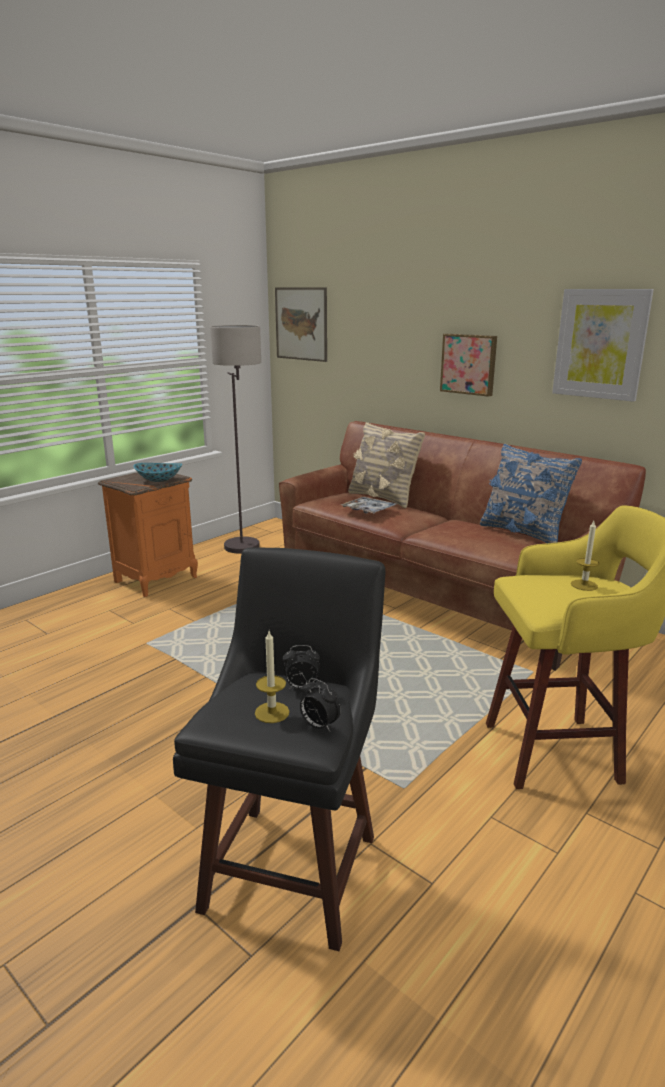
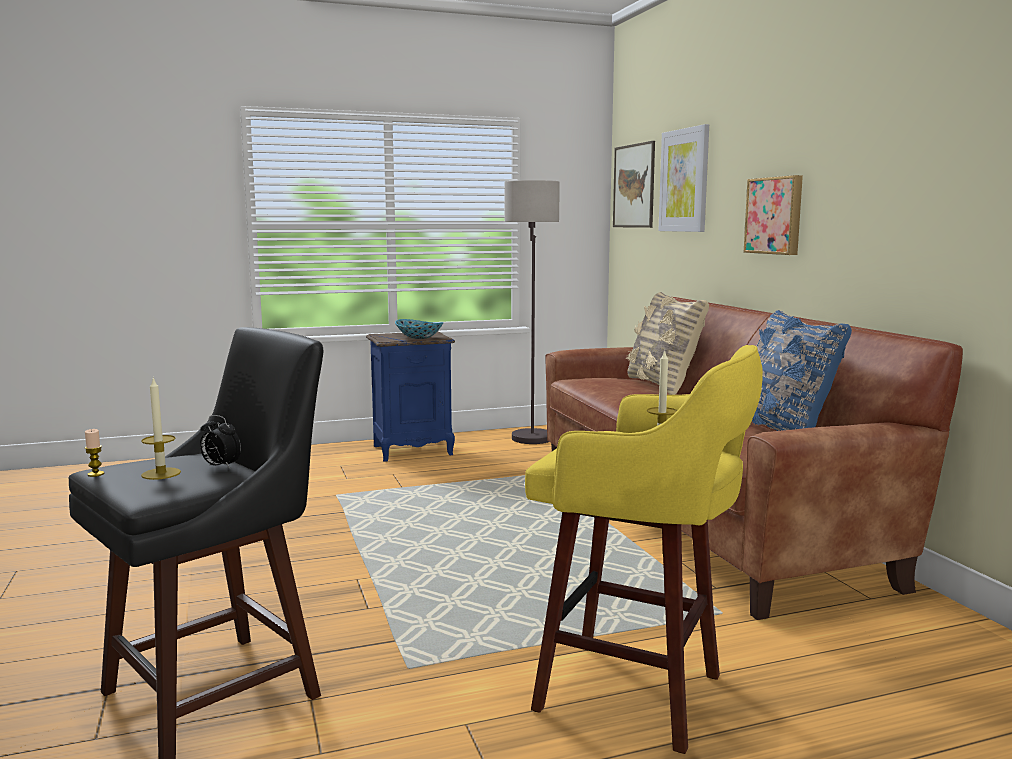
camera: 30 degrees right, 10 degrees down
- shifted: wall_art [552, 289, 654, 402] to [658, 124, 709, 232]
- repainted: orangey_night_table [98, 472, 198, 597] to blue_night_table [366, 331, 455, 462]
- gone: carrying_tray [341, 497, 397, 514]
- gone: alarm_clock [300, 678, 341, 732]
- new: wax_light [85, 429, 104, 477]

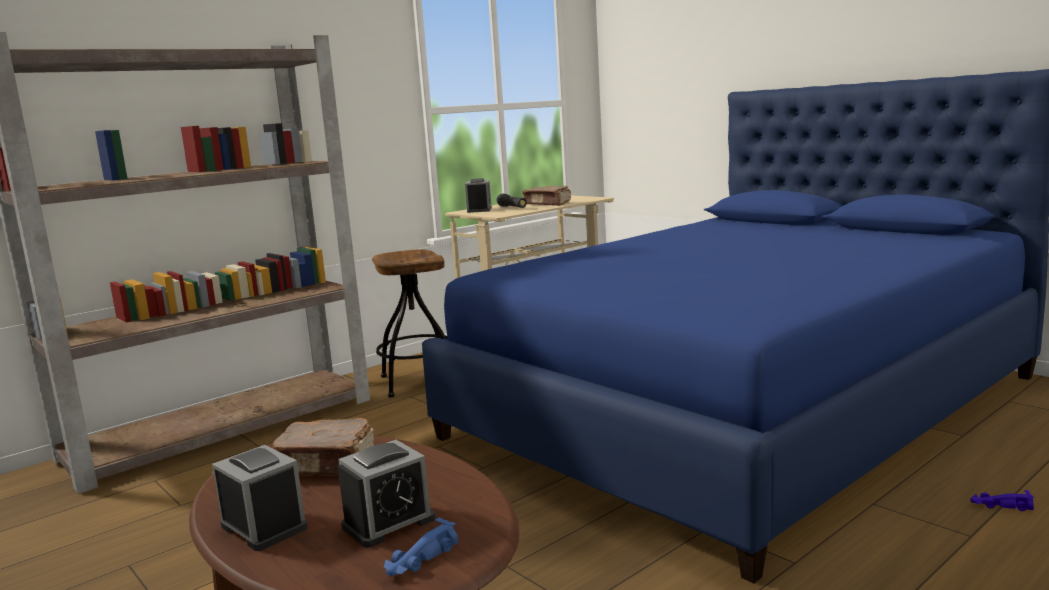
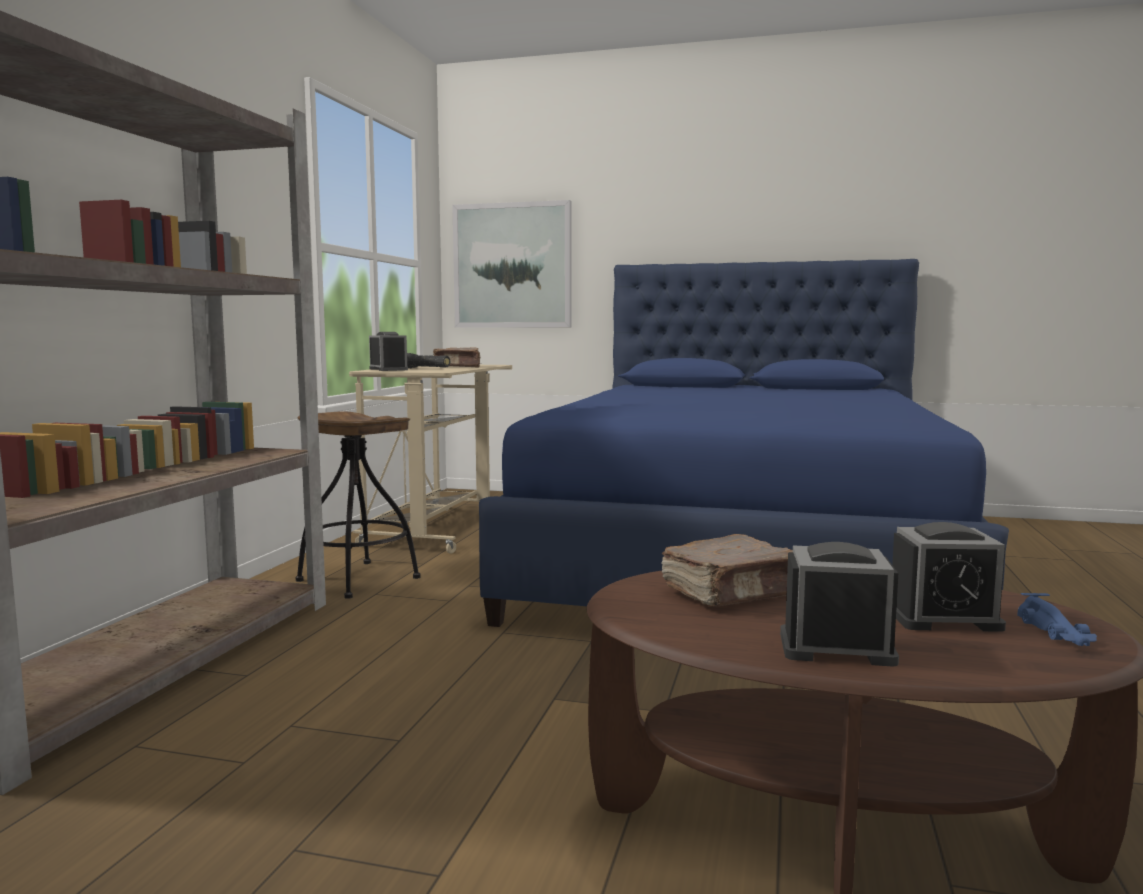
camera: 35 degrees left, 5 degrees down
- rotated: alarm_clock [338, 440, 435, 548] = [892, 522, 1006, 632] 75 degrees clockwise
- gone: purplish_model_car [970, 490, 1034, 511]
- new: wall_art [452, 200, 571, 327]

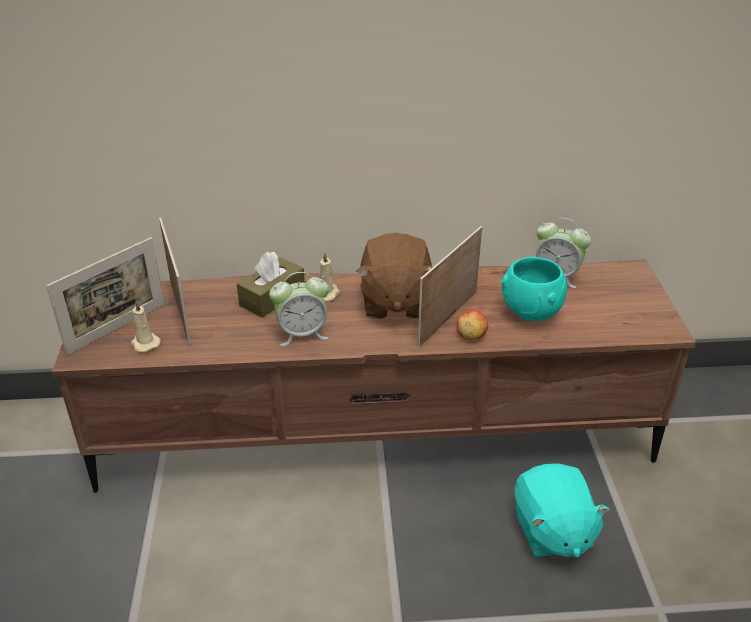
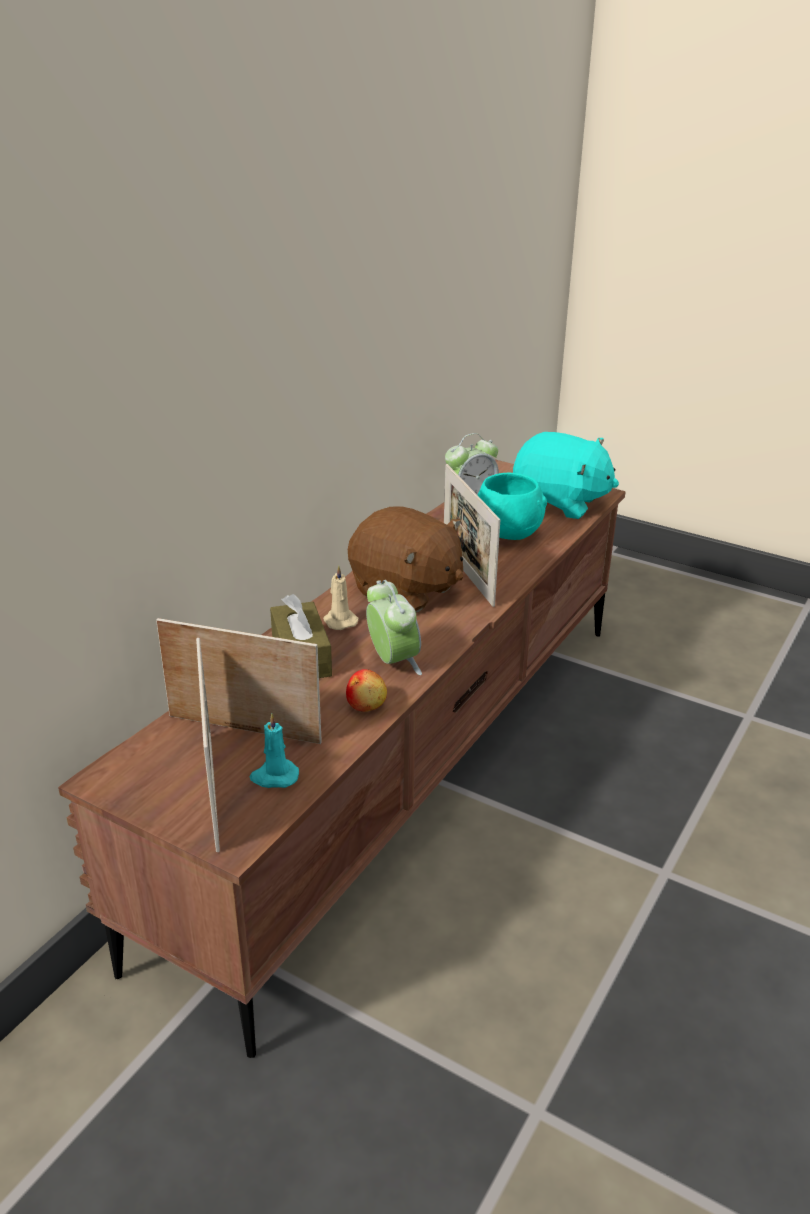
camera: 55 degrees left, 5 degrees down
- rotated: alarm_clock [269, 272, 329, 346] = [366, 580, 422, 675] 45 degrees counterclockwise
- repainted: sand-coloured_wax_light [131, 300, 161, 352] to turquoise_wax_light [249, 713, 299, 788]
- shifted: whole_apple [457, 310, 488, 340] to [346, 669, 387, 712]
- shifted: turquoise_cuddly_toy [515, 463, 610, 558] to [513, 432, 619, 519]

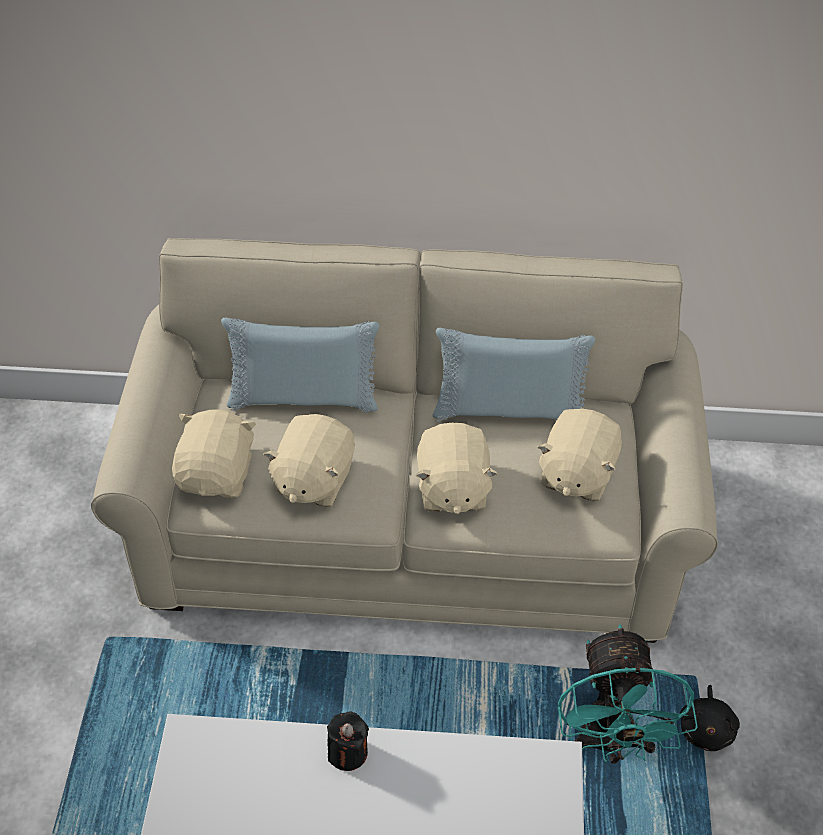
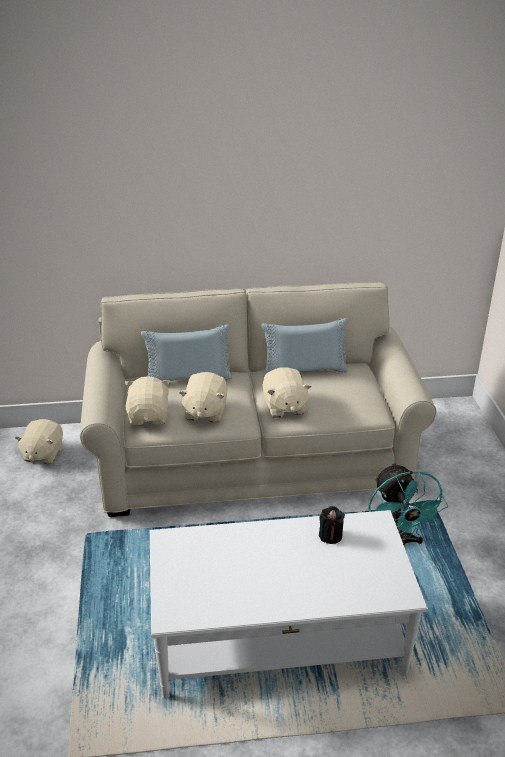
camera: 10 degrees left, 15 degrees down
- shifted: sand-coloured_cuddly_toy [537, 408, 622, 501] to [15, 419, 63, 464]
- gone: black_cuddly_toy [680, 685, 740, 751]
- shifted: black_wax_light [327, 711, 369, 771] to [319, 506, 345, 544]

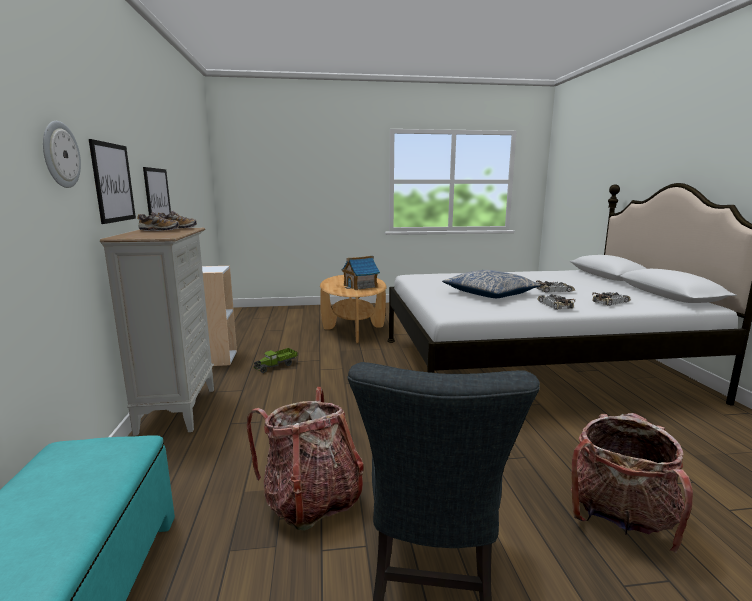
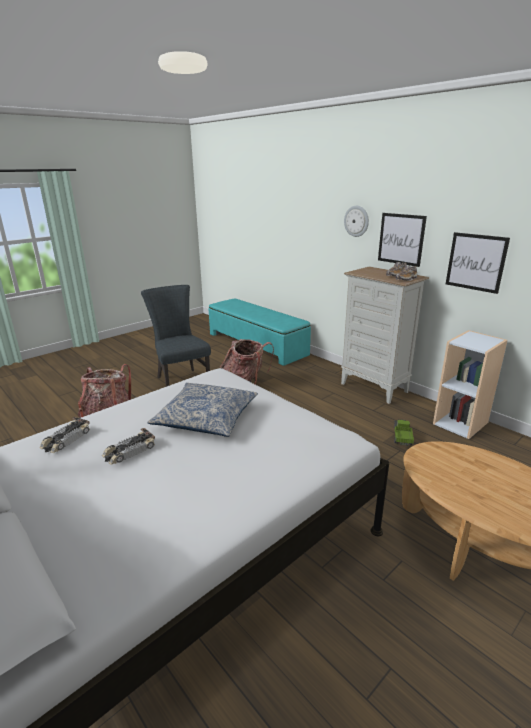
camera: 145 degrees right, 10 degrees up
- gone: toy_house [341, 256, 380, 290]
- gone: model_car [537, 294, 575, 309]

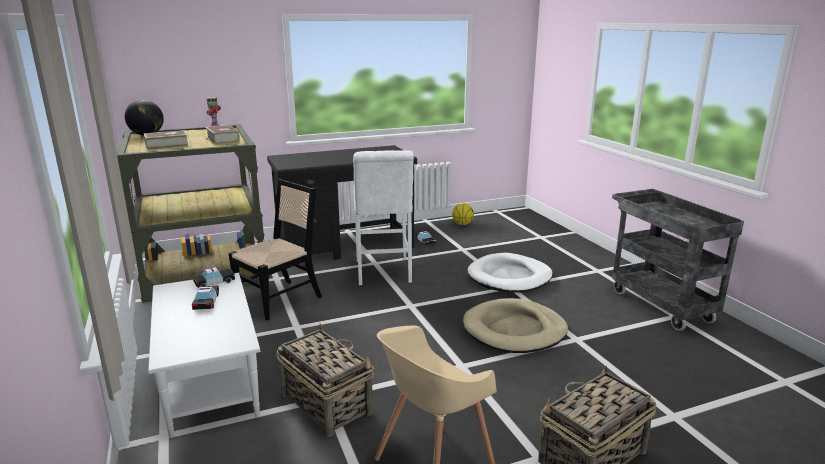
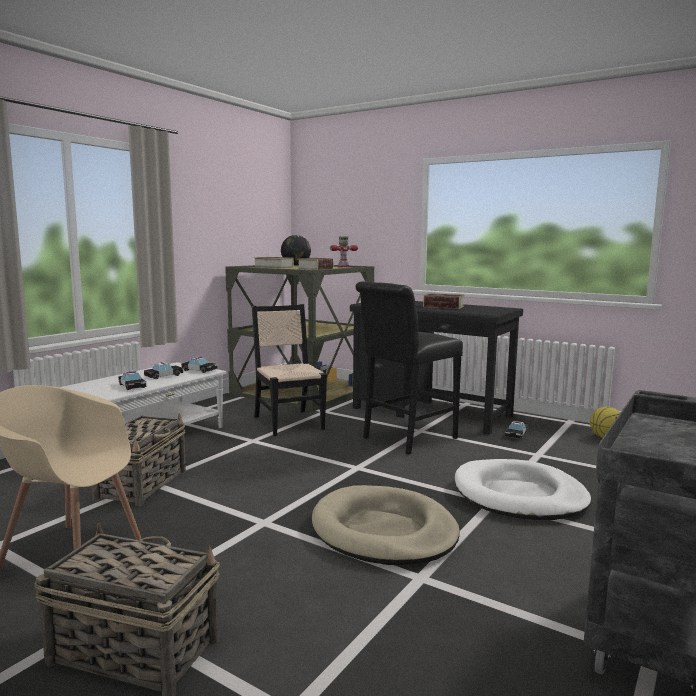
camera: 55 degrees right, 10 degrees down
- repainted: white_stool_seat [353, 150, 414, 285] to black_stool_seat [356, 281, 463, 455]
- rotated: plain_chair [228, 179, 322, 321] = [252, 304, 327, 436] 120 degrees counterclockwise
- new: bound_book [423, 293, 465, 309]
- new: model_car [118, 371, 146, 390]

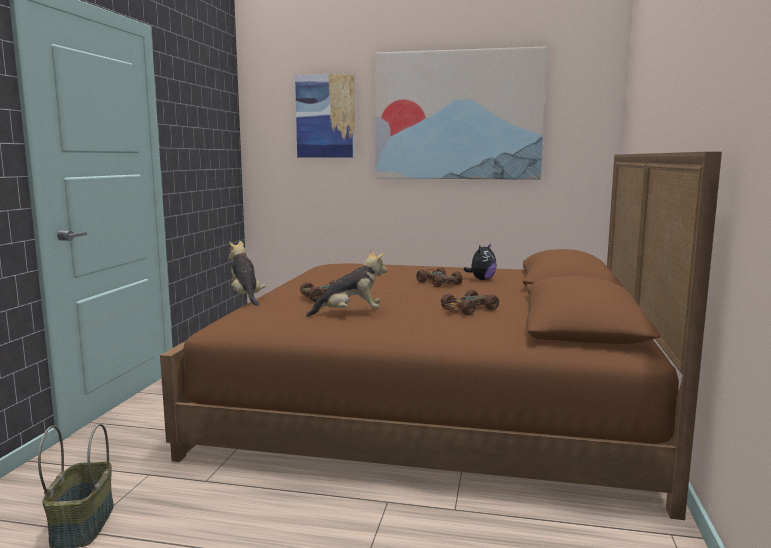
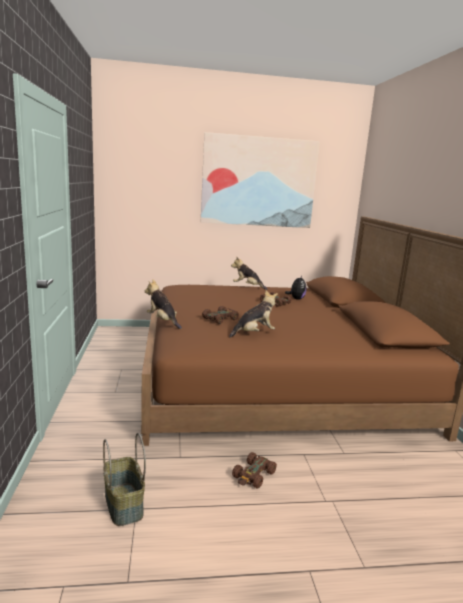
camera: 20 degrees left, 5 degrees up
- gone: wall_art [295, 74, 355, 157]
- shifted: brownish_model_car [441, 290, 499, 315] to [232, 452, 277, 489]
- new: cuddly_toy [231, 257, 267, 290]

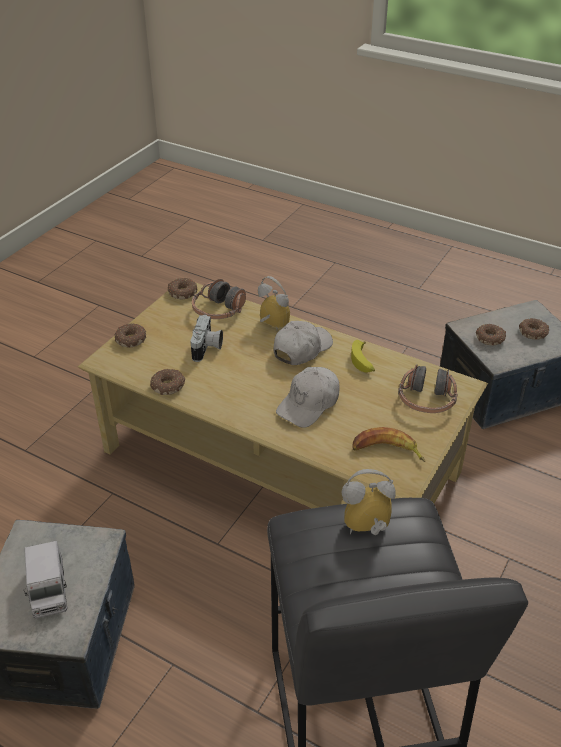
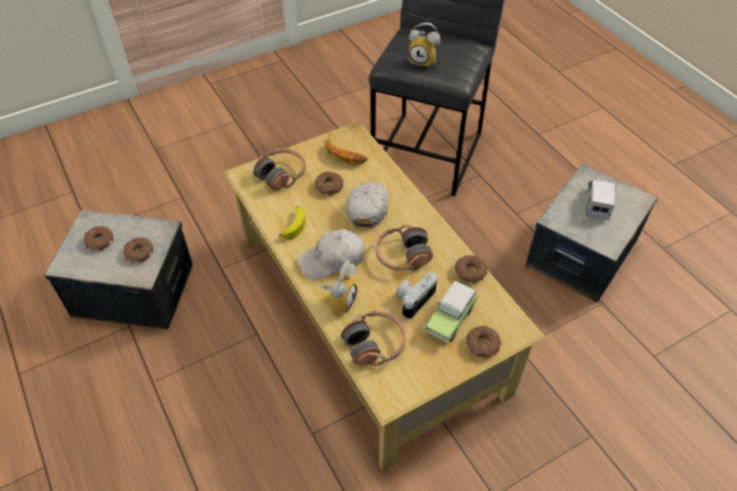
camera: 150 degrees left, 10 degrees up
- rotated: alarm_clock [258, 276, 290, 329] = [320, 260, 357, 313] 135 degrees counterclockwise
- shifted: ring_doughnut [168, 278, 197, 299] to [315, 171, 344, 195]
- rotated: white_cap [276, 367, 340, 428] = [346, 181, 389, 227] 60 degrees counterclockwise
- new: pair_of_headphones [375, 225, 433, 271]
- new: model_car [425, 281, 478, 344]

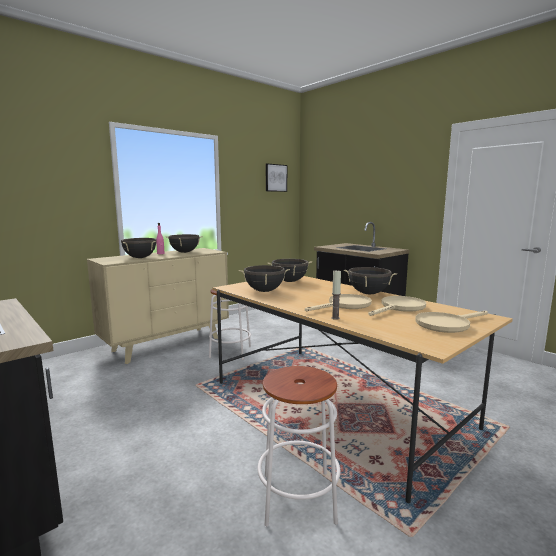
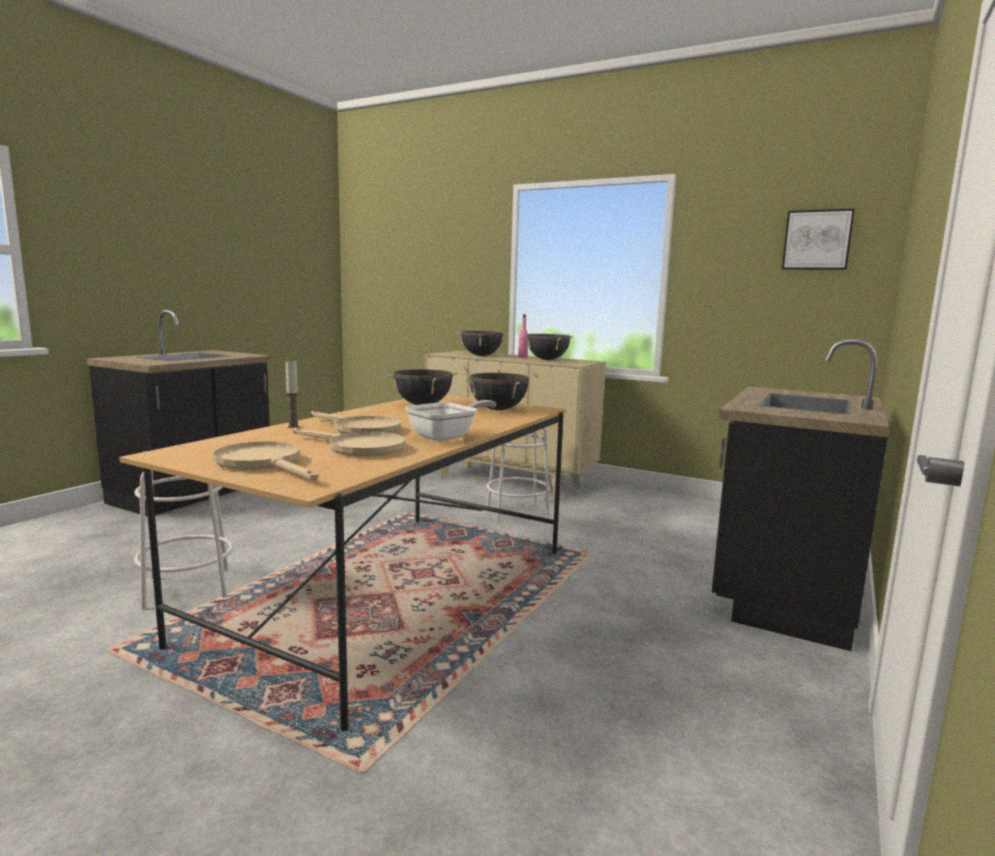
camera: 70 degrees right, 0 degrees up
- swapped: black_stockpot [344, 267, 397, 294] to pan [405, 400, 497, 441]

